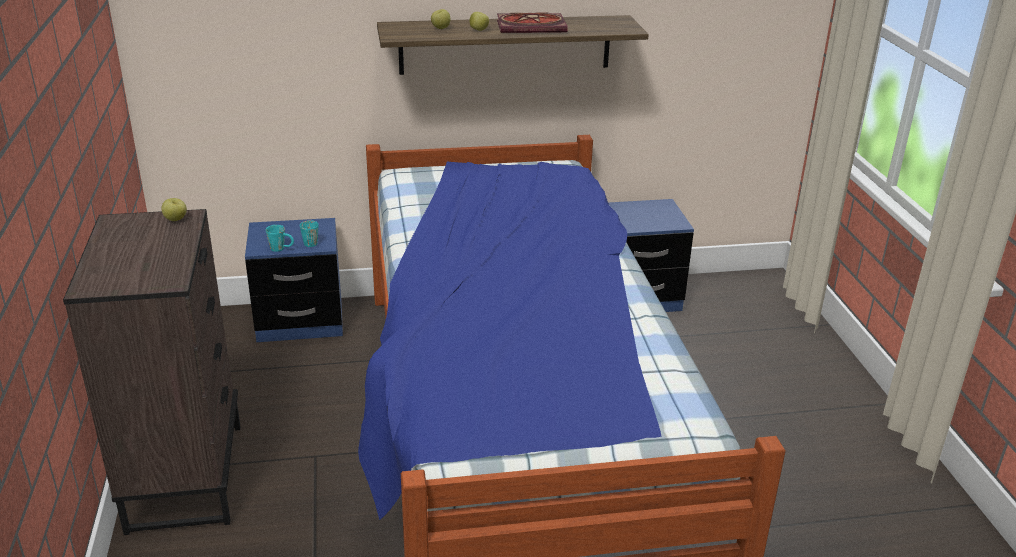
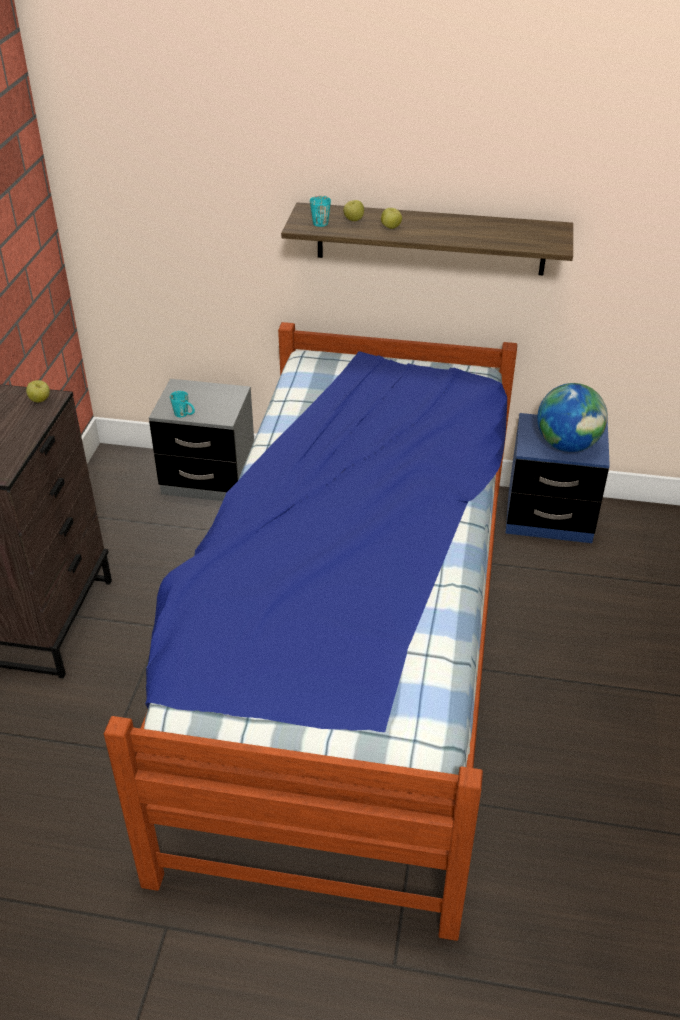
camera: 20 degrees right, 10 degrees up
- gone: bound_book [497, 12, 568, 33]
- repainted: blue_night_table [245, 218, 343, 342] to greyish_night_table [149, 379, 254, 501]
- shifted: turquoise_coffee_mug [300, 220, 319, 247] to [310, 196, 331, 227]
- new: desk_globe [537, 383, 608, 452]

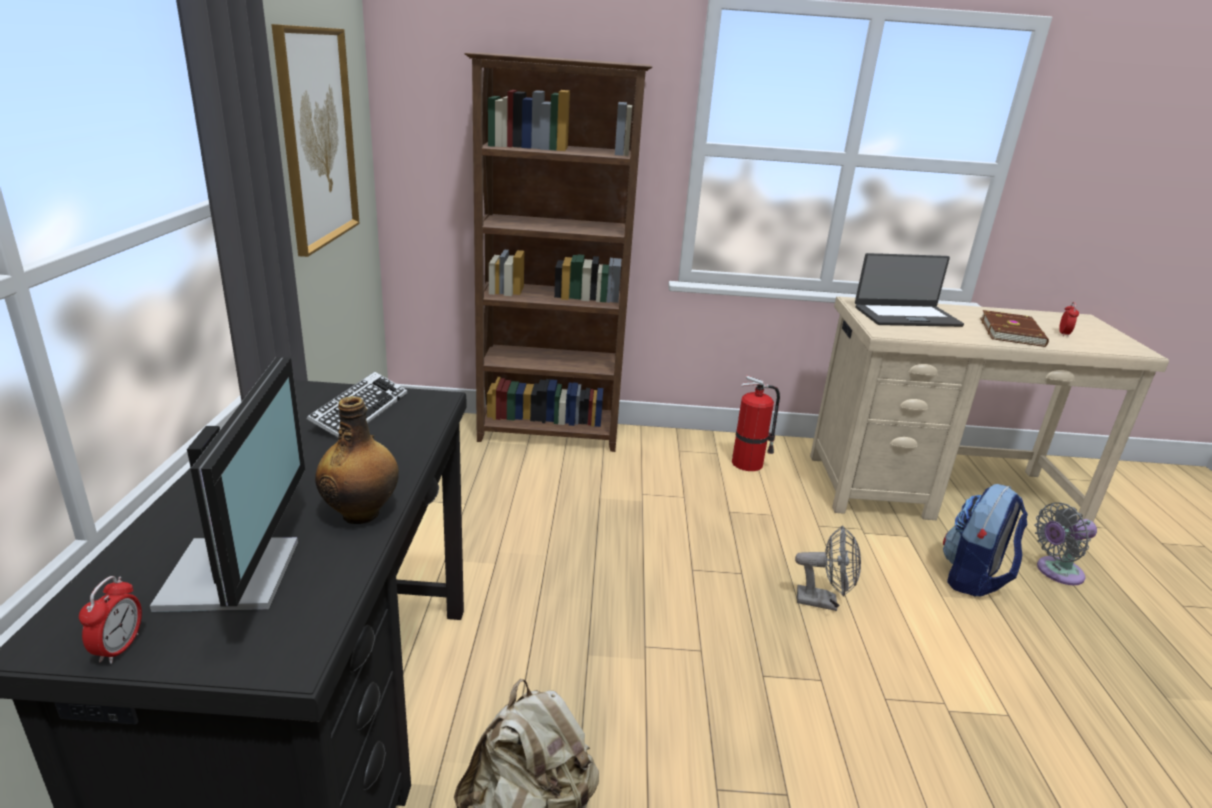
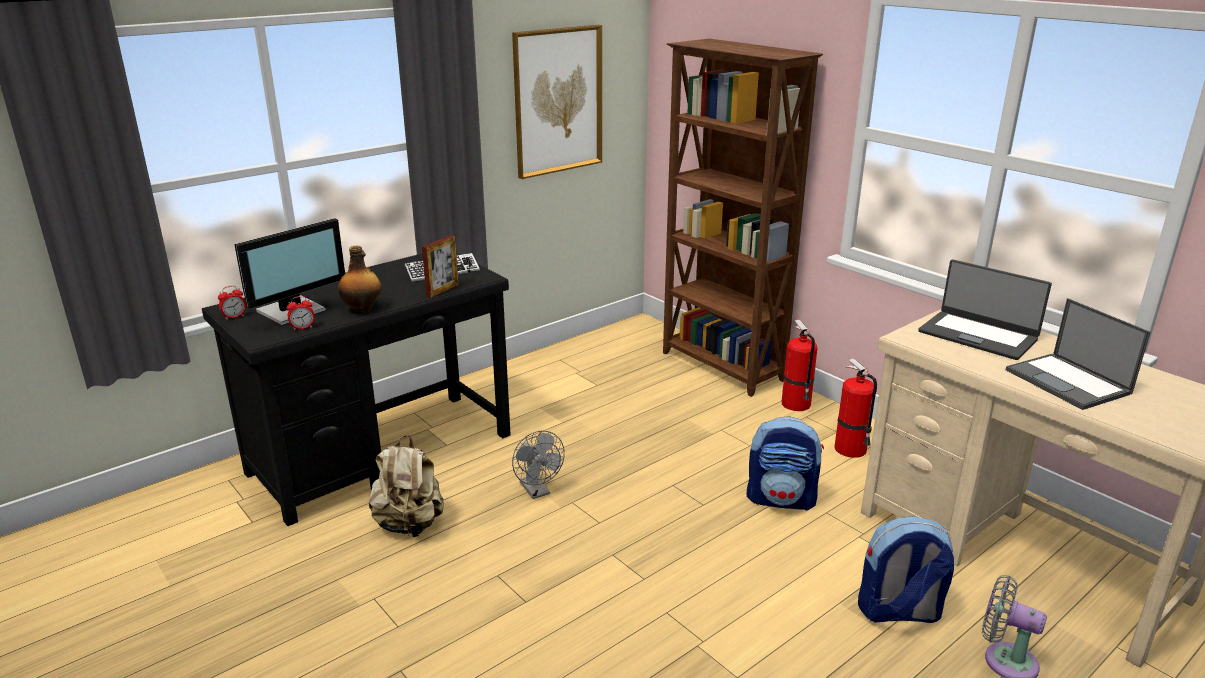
camera: 50 degrees right, 0 degrees up
- shifted: alarm_clock [1059, 302, 1079, 337] to [287, 296, 315, 331]
- swapped: brownish_bound_book [980, 310, 1049, 347] to laptop [1006, 298, 1151, 410]
- shifted: greyish_fan [795, 526, 861, 611] to [512, 431, 565, 499]
- new: photo_frame [422, 235, 459, 298]
- new: fire_extinguisher [782, 320, 817, 411]
- new: knapsack [746, 416, 824, 511]

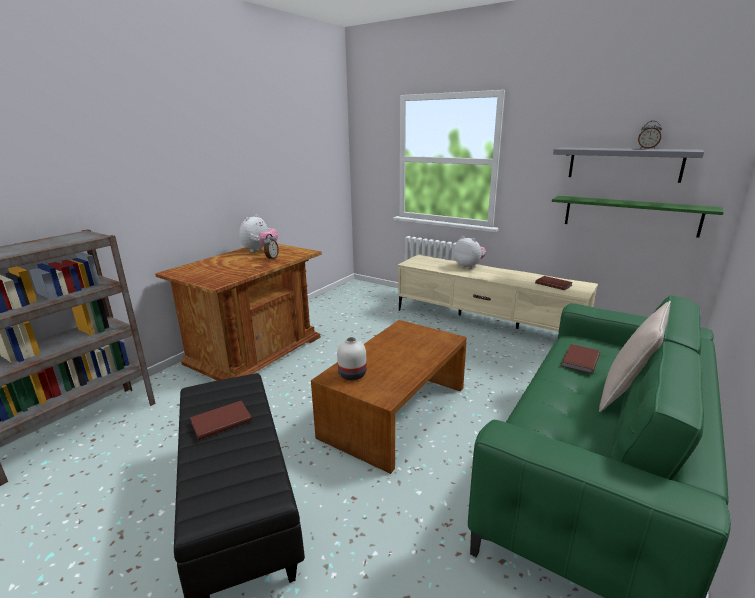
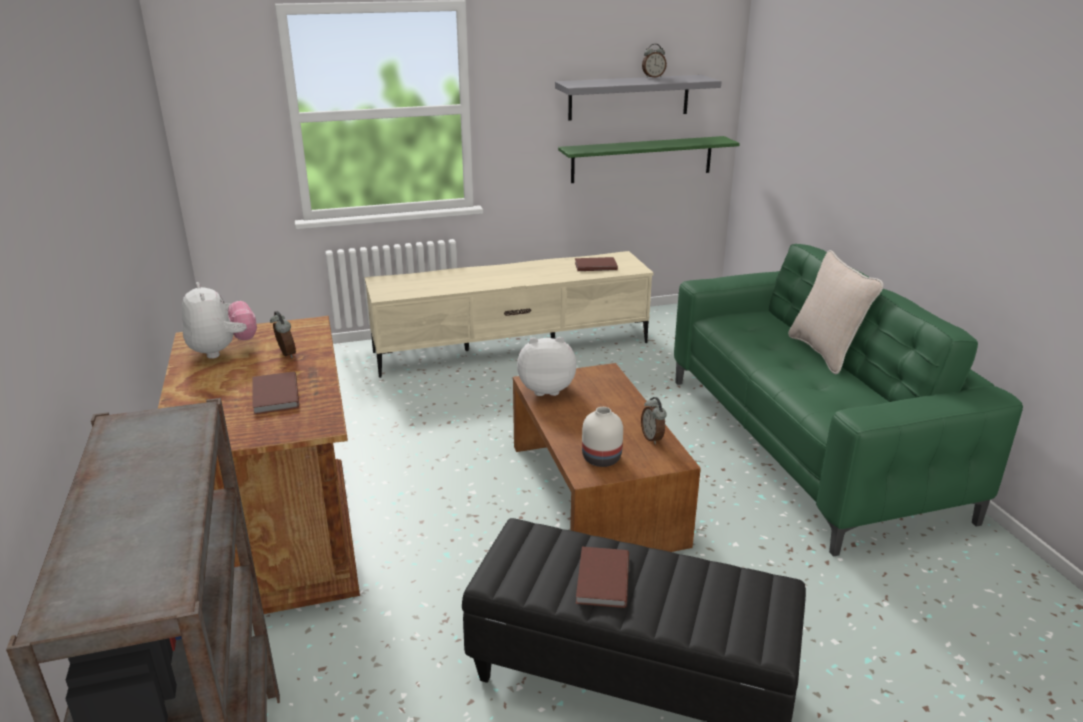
camera: 50 degrees left, 5 degrees up
- shifted: cuddly_toy [454, 236, 486, 269] to [517, 337, 577, 396]
- shifted: brownish_bound_book [562, 344, 600, 374] to [253, 371, 299, 414]
- new: alarm_clock [641, 397, 667, 444]

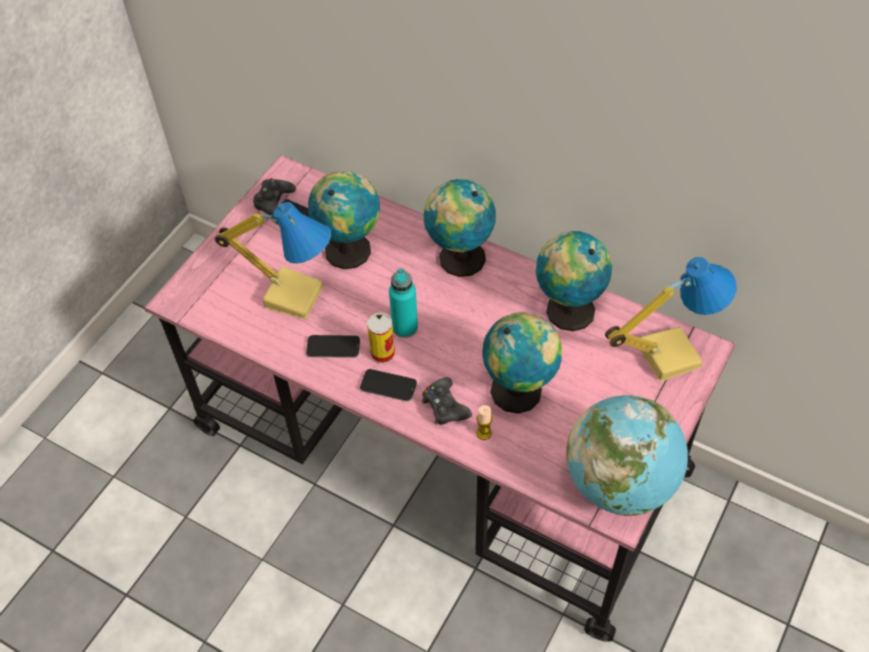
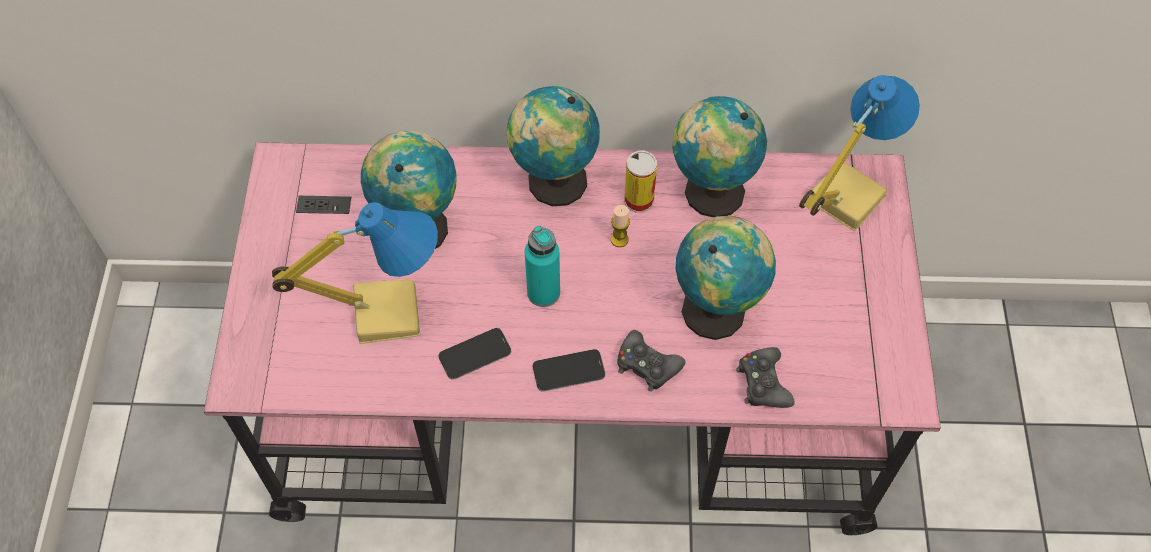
camera: 30 degrees left, 5 degrees up
- shifted: black_game_controller [253, 178, 296, 215] to [736, 347, 795, 408]
- shifted: metal_can [367, 313, 395, 364] to [624, 151, 657, 213]
- gone: desk_globe [566, 395, 688, 516]
- shifted: wax_light [476, 405, 493, 440] to [611, 205, 630, 247]

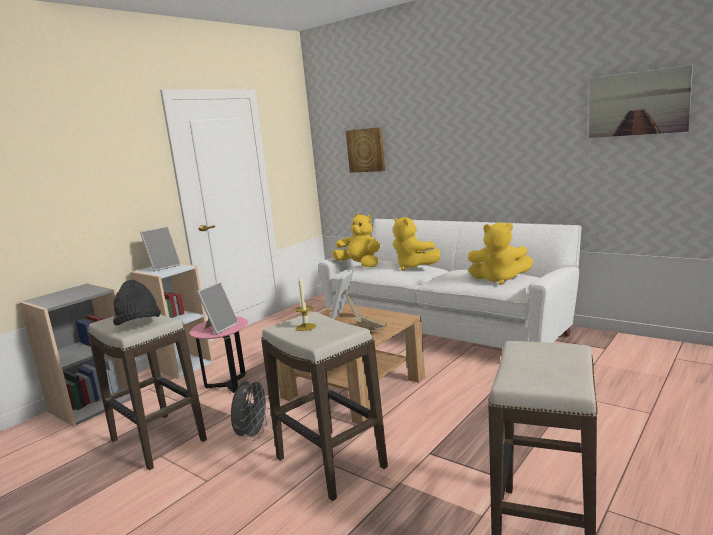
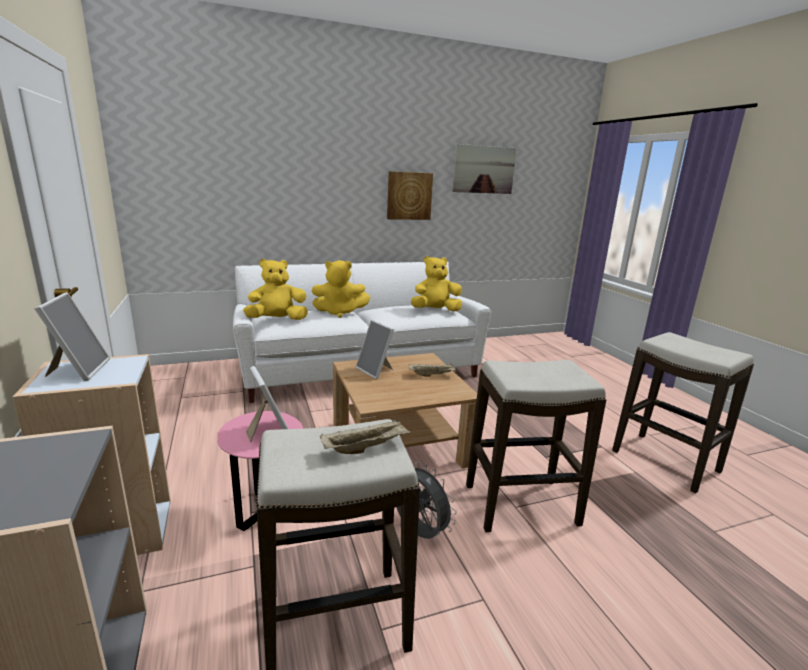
camera: 60 degrees left, 5 degrees up
- shifted: wall_art [346, 127, 385, 173] to [387, 171, 433, 220]
- rotated: yellow-coloured_cuddly_toy [468, 222, 533, 285] = [411, 256, 462, 311] 150 degrees counterclockwise
- gone: wax_light [295, 276, 316, 331]
- swapped: black_clothing_hat [113, 280, 161, 325] to sand-coloured_carrying_tray [320, 418, 411, 454]

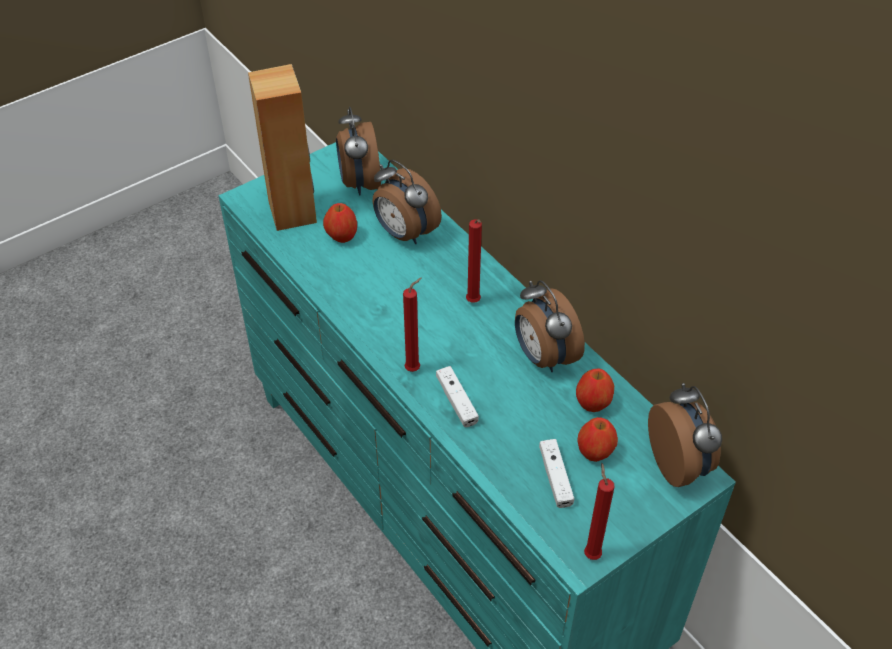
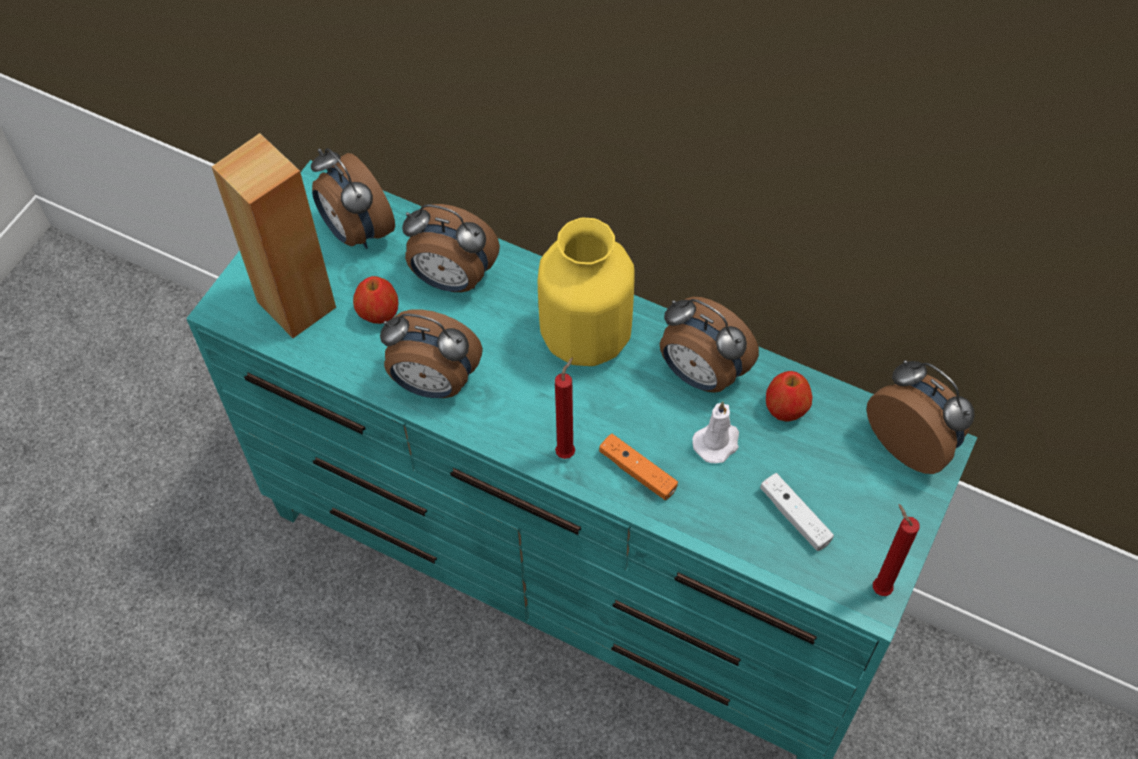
camera: 25 degrees left, 10 degrees up
- swapped: red_wax_light [466, 219, 482, 303] to yellow-coloured_decorative_vase [538, 218, 635, 366]
- repainted: white_game_controller [436, 366, 479, 427] to orangey_game_controller [599, 434, 678, 500]
- gone: whole_apple [578, 417, 618, 462]
- new: alarm_clock [380, 309, 483, 398]
- new: white_wax_light [692, 401, 739, 463]

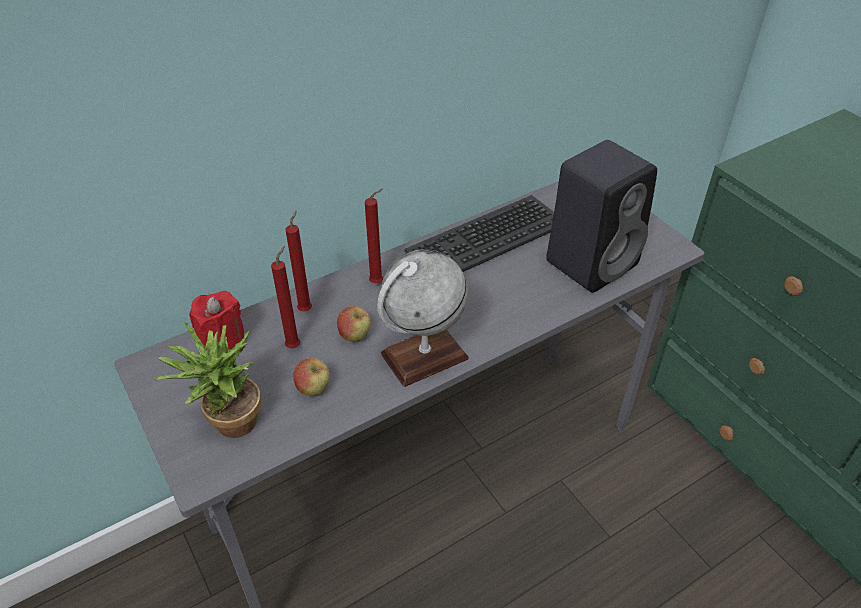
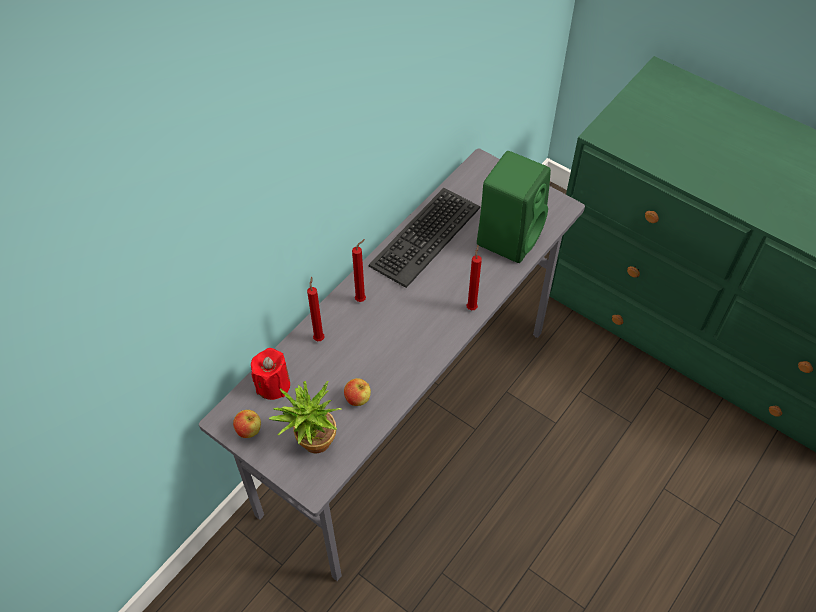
camera: 20 degrees left, 10 degrees up
- repainted: black_speaker [546, 140, 657, 293] to green-coloured_speaker [477, 151, 551, 263]
- shifted: red_wax_light [271, 246, 300, 349] to [467, 245, 482, 310]
- gone: desk_globe [377, 249, 469, 387]
- shifted: whole_apple [337, 306, 371, 342] to [233, 410, 261, 438]

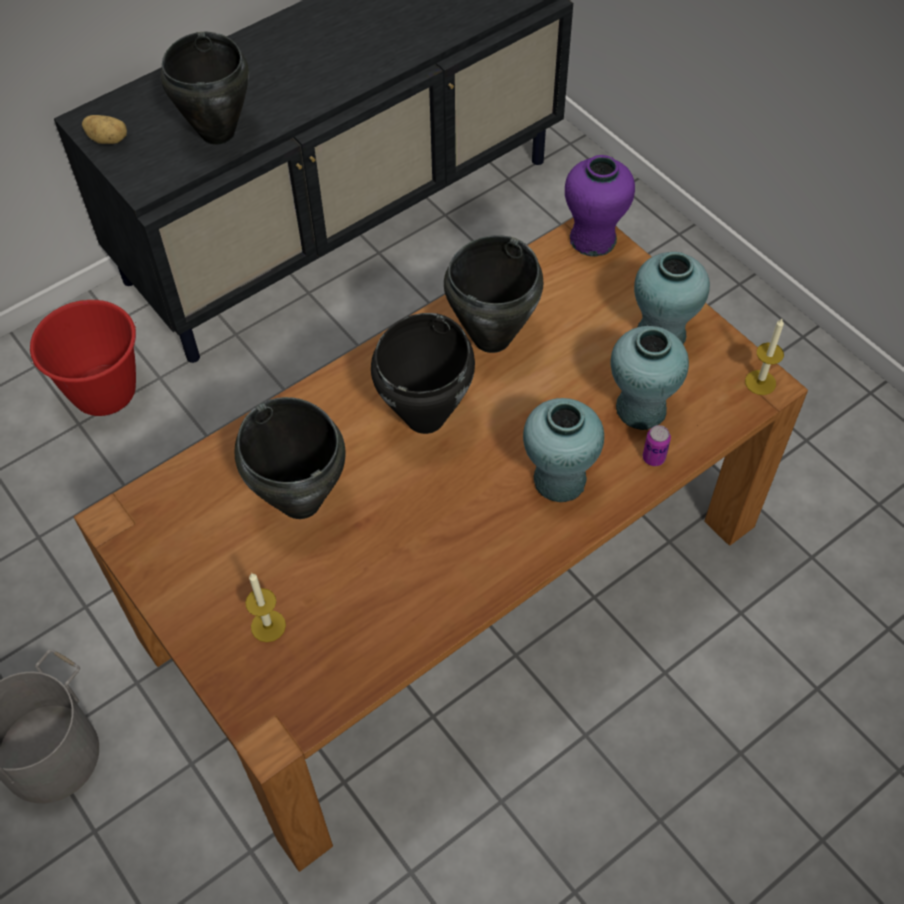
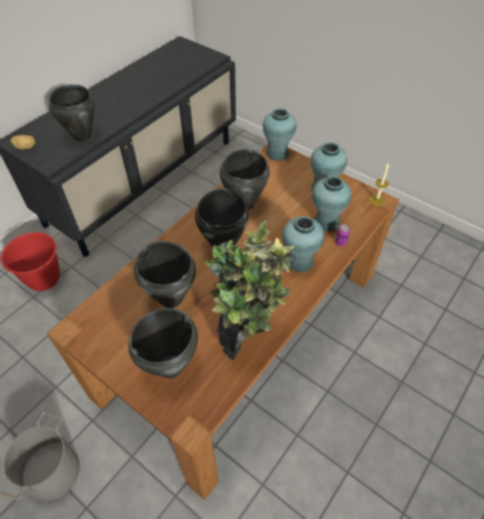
camera: 15 degrees left, 5 degrees down
- repainted: purplish_decorative_vase [565, 155, 635, 257] to turquoise_decorative_vase [263, 108, 297, 161]
- swapped: wax_light [245, 573, 286, 642] to black_stockpot [128, 308, 198, 378]
- new: potted_plant [204, 221, 295, 360]

